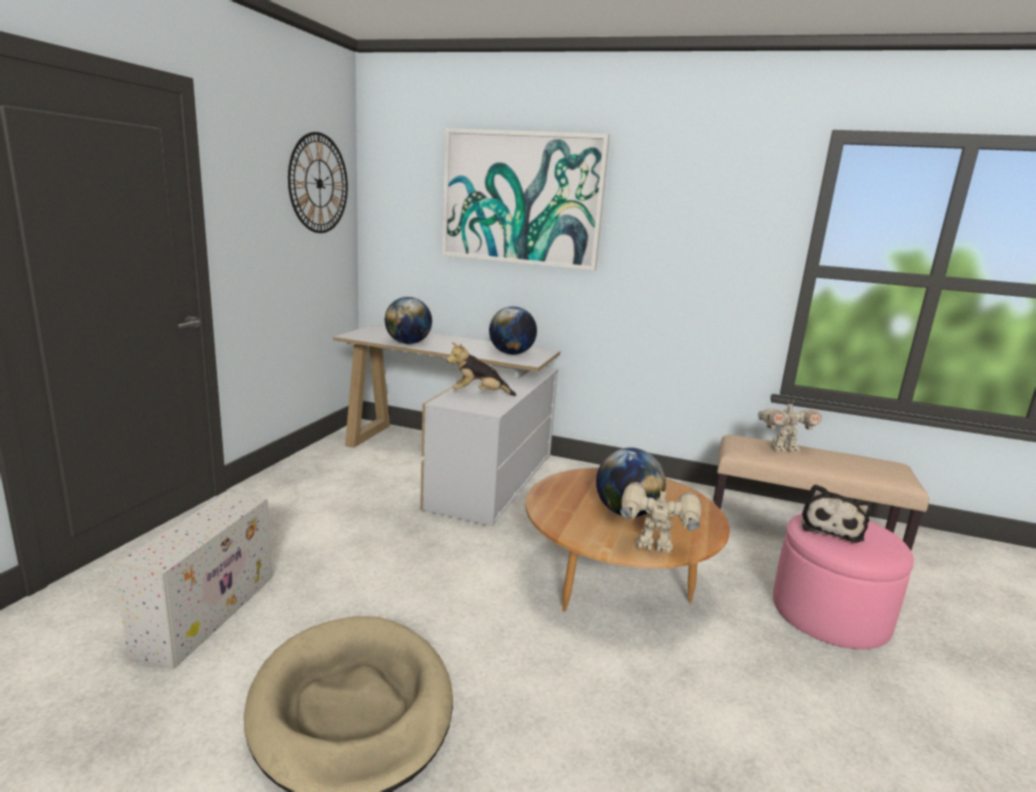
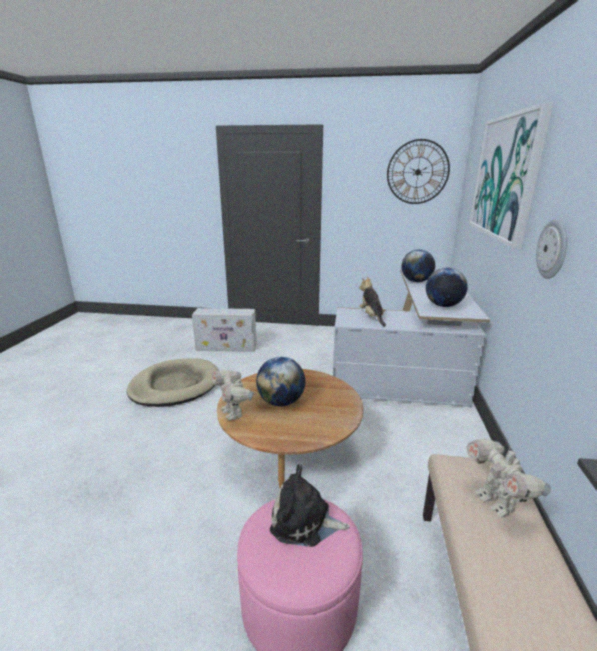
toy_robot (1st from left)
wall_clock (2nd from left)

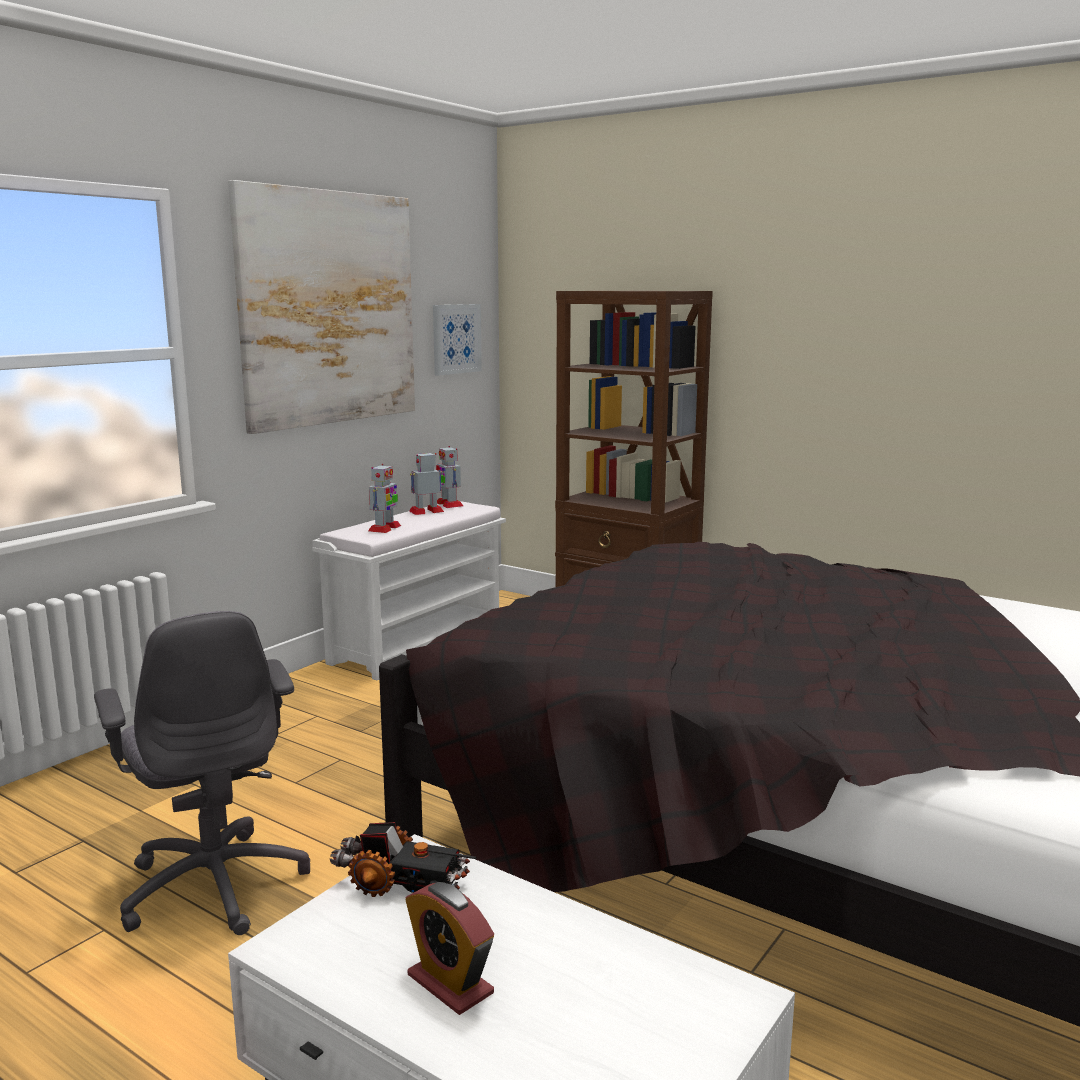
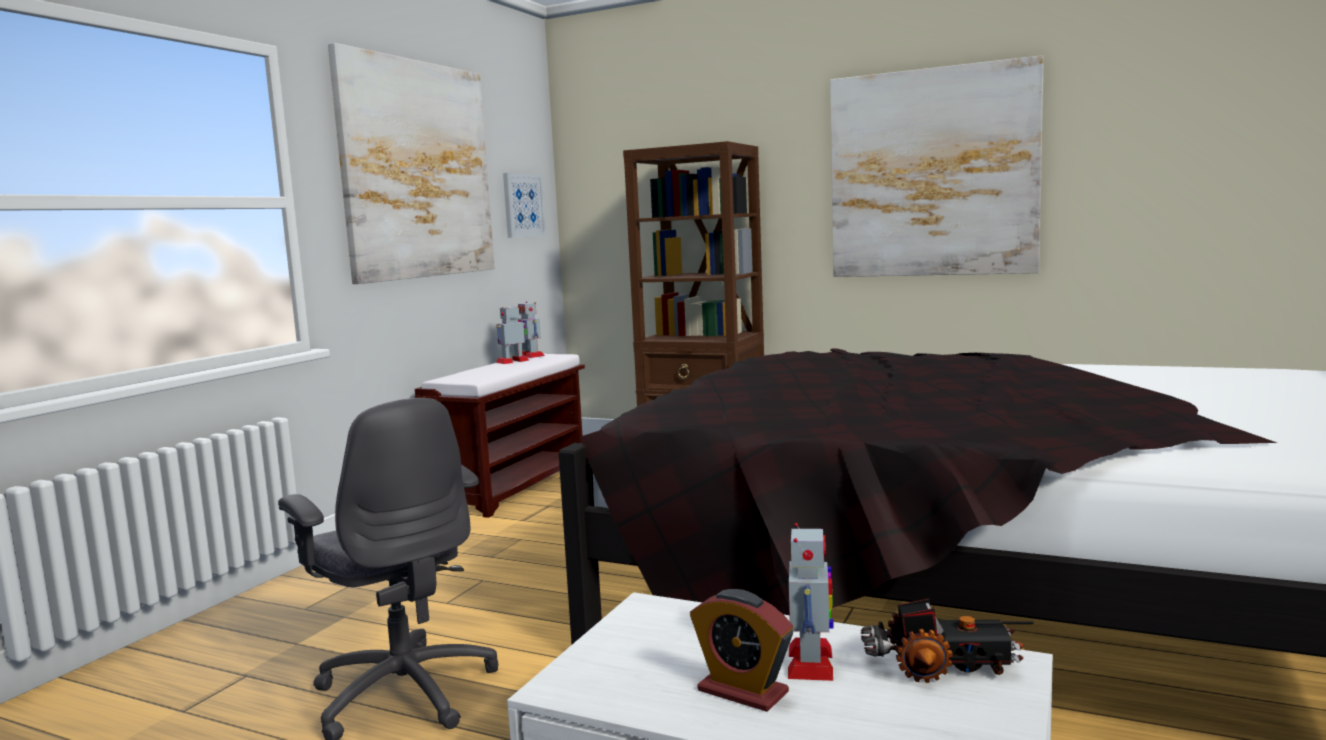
toy_robot (3rd from left)
brown_bench
toy_truck
picture (3rd from left)

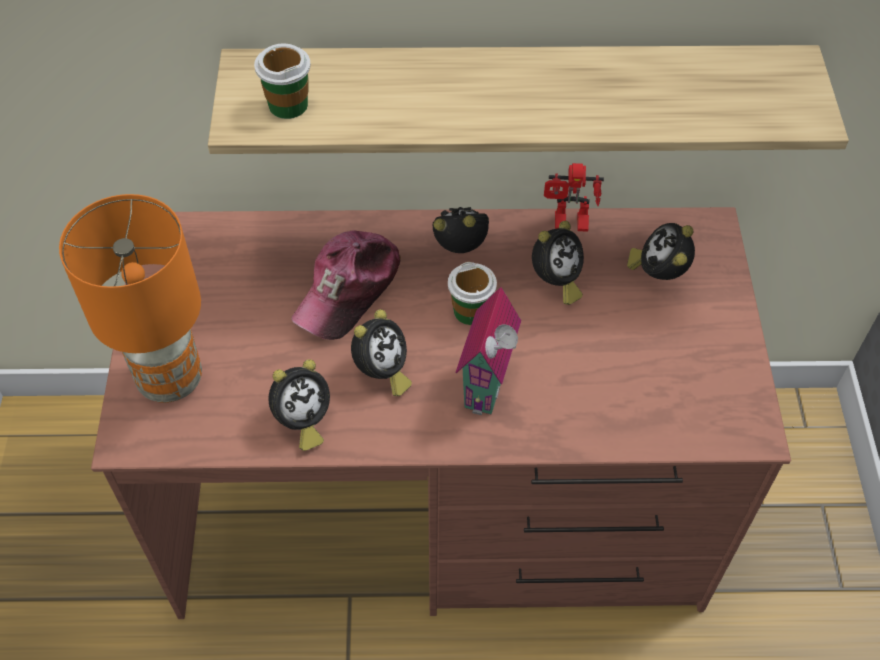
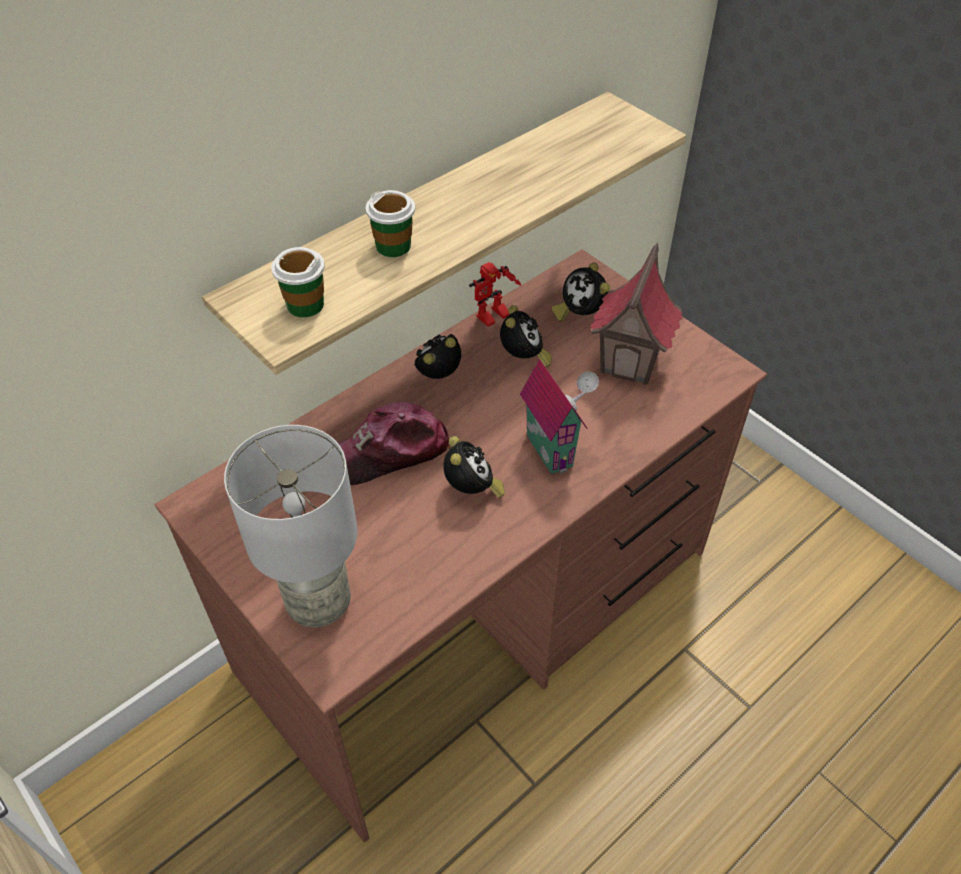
grey_table_lamp
cap
cup (2nd from left)
alarm_clock (1st from left in the first image)
toy_house (2nd from left)

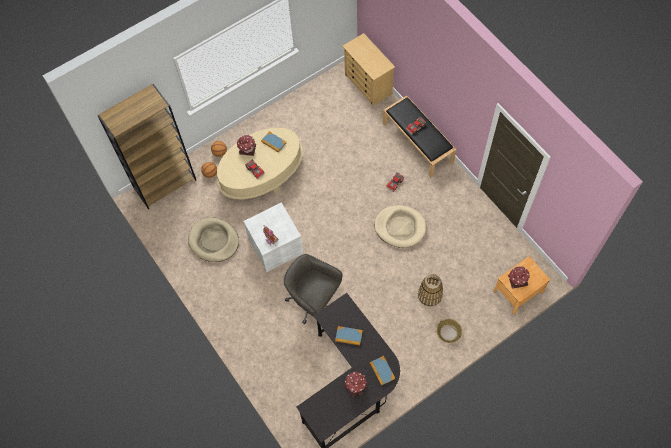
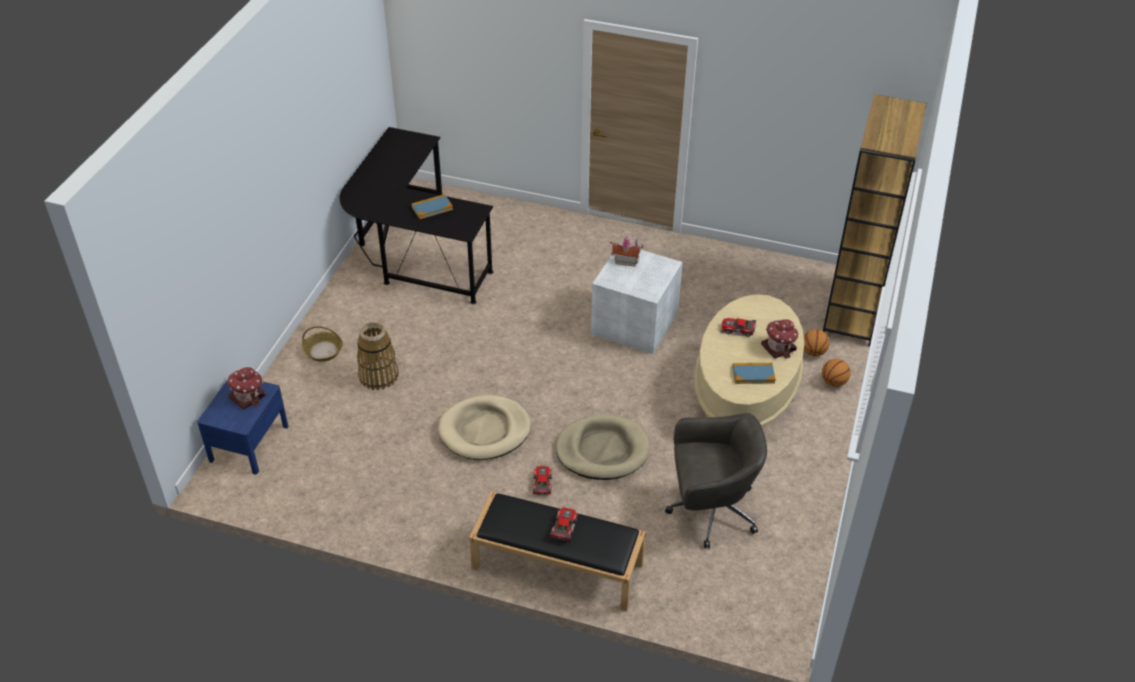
beige_dresser
beige_dog_bed (2nd from left)
grey_office_chair
blue_nightstand
book (3rd from left in the first image)
toy_house (3rd from left in the first image)

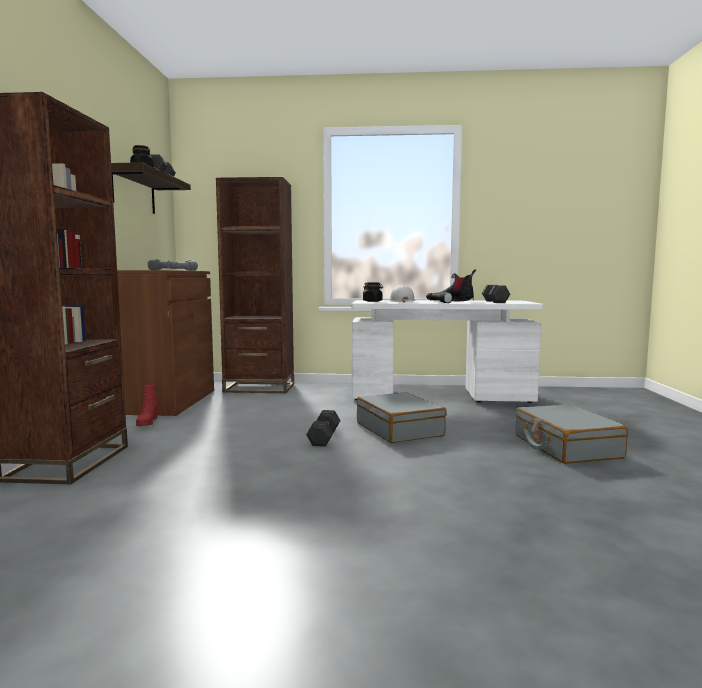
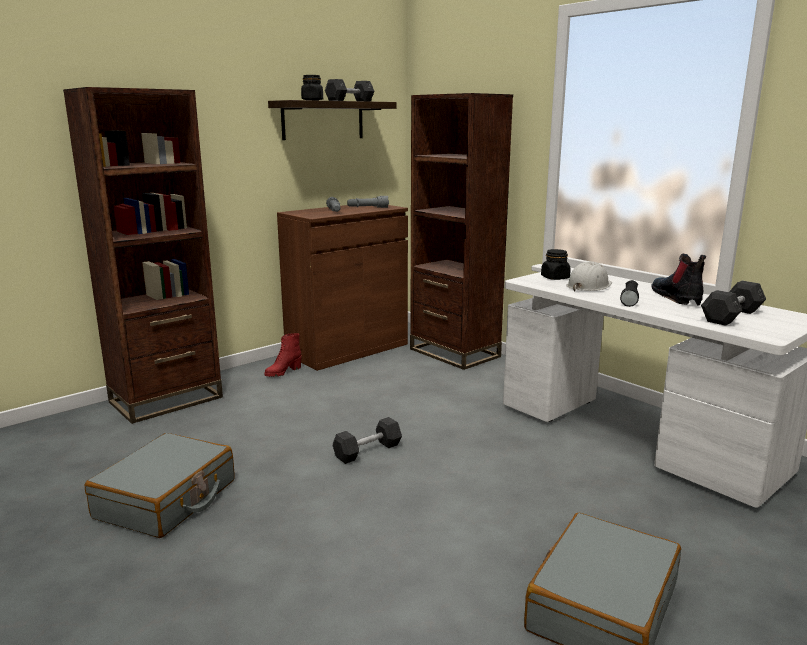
grey_suitcase (1st from left)

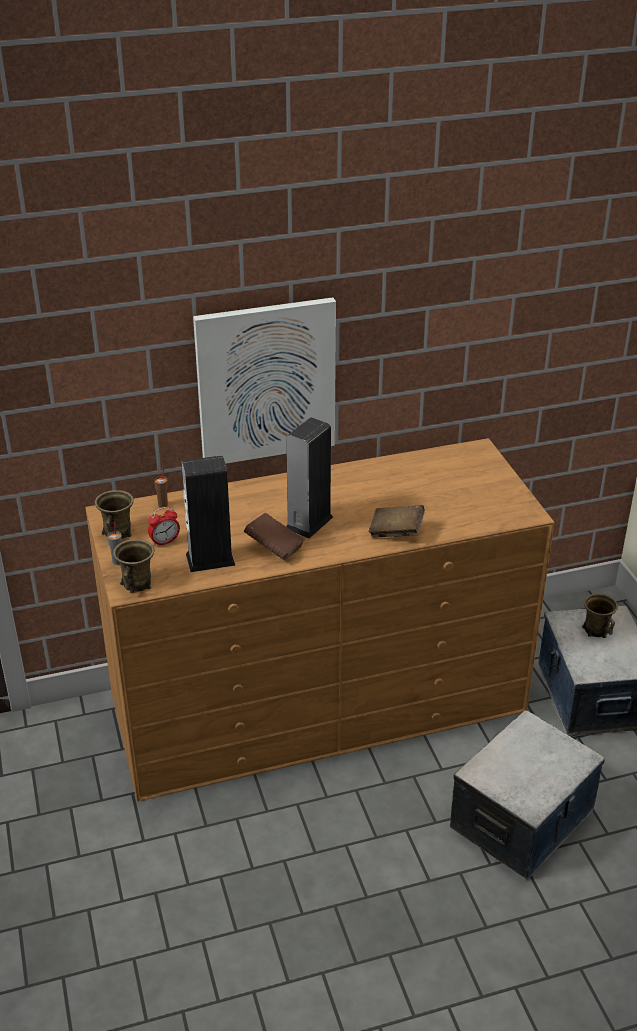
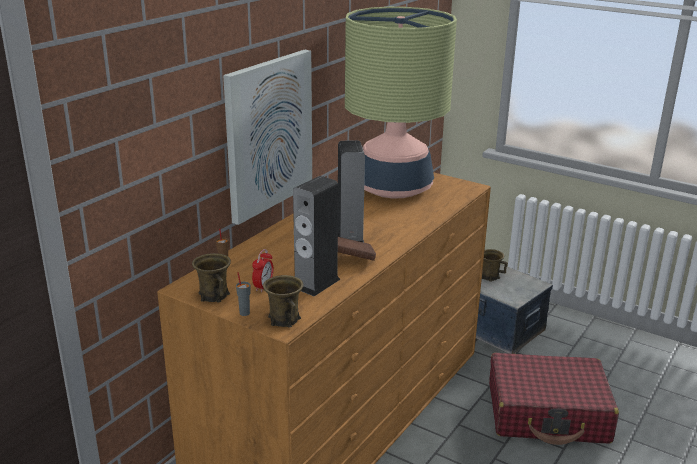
brown_book (2nd from left in the first image)
red_suitcase
table_lamp

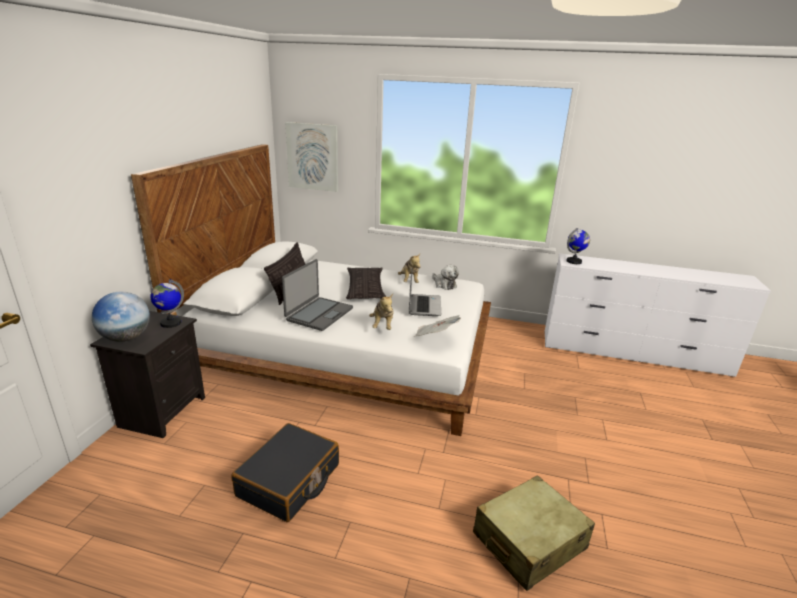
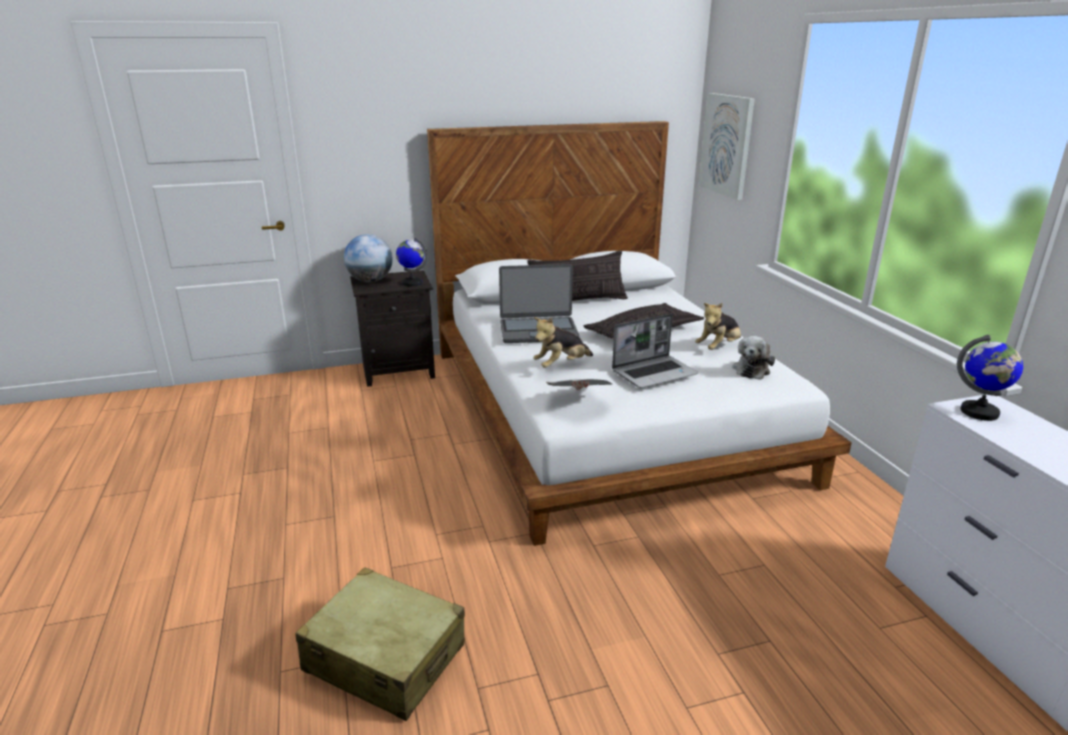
black_suitcase

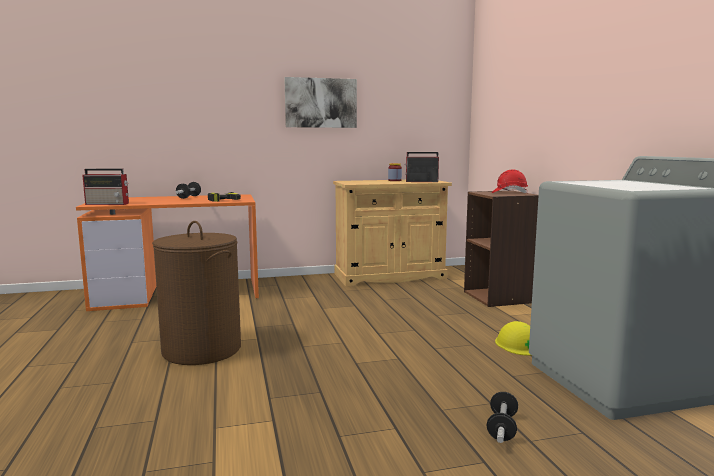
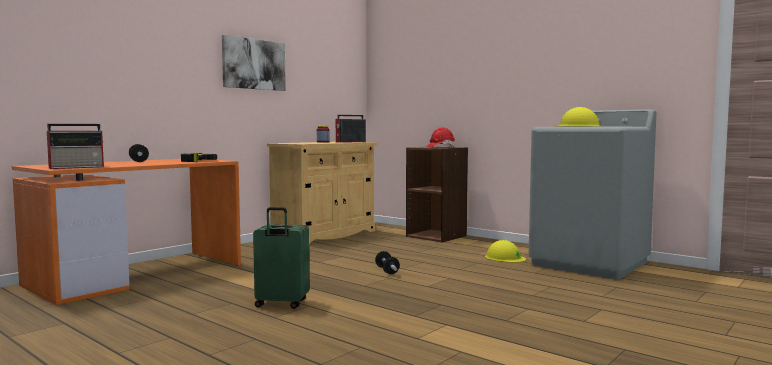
green_suitcase
dumbbell (2nd from left)
yellow_hard_hat (2nd from left)

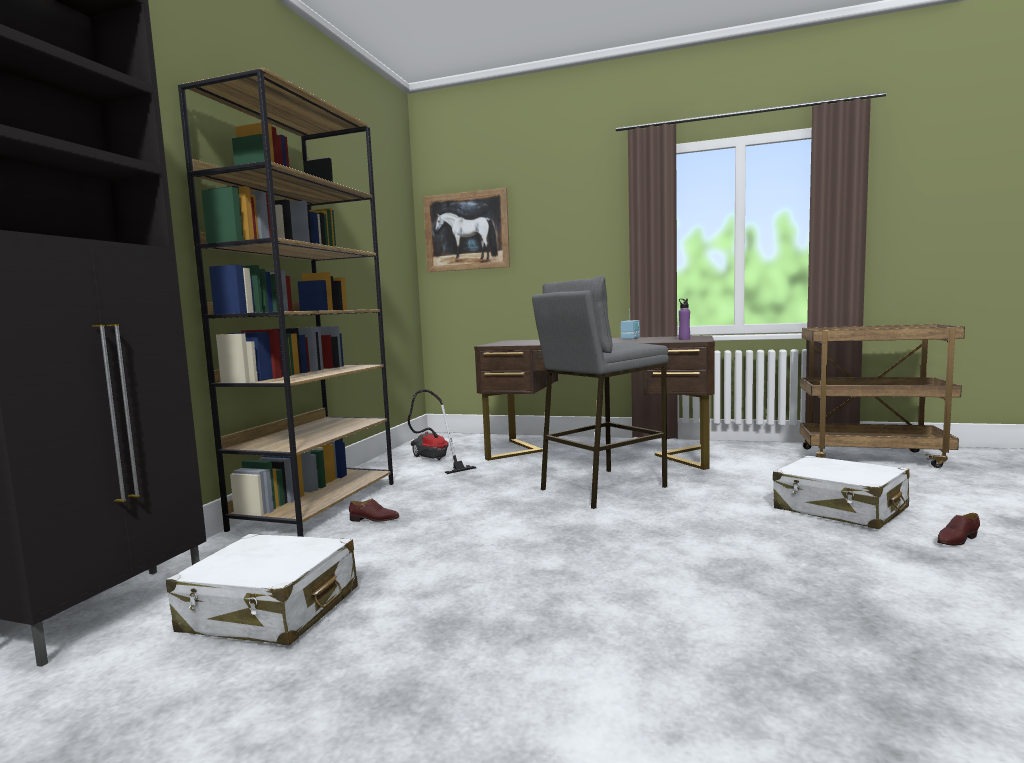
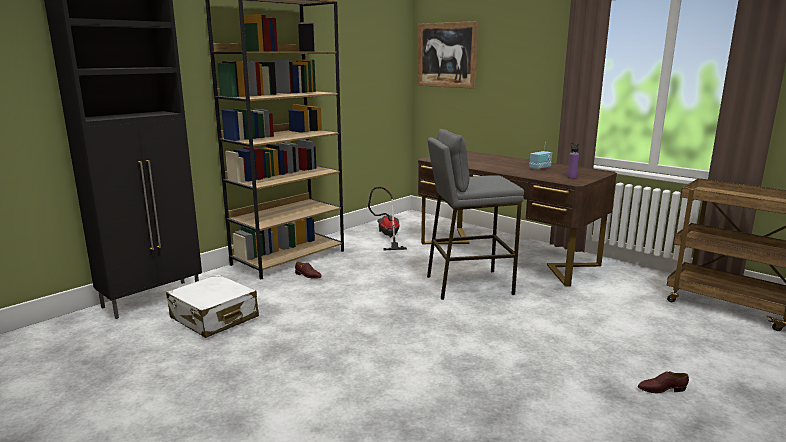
white_suitcase (2nd from left in the first image)

